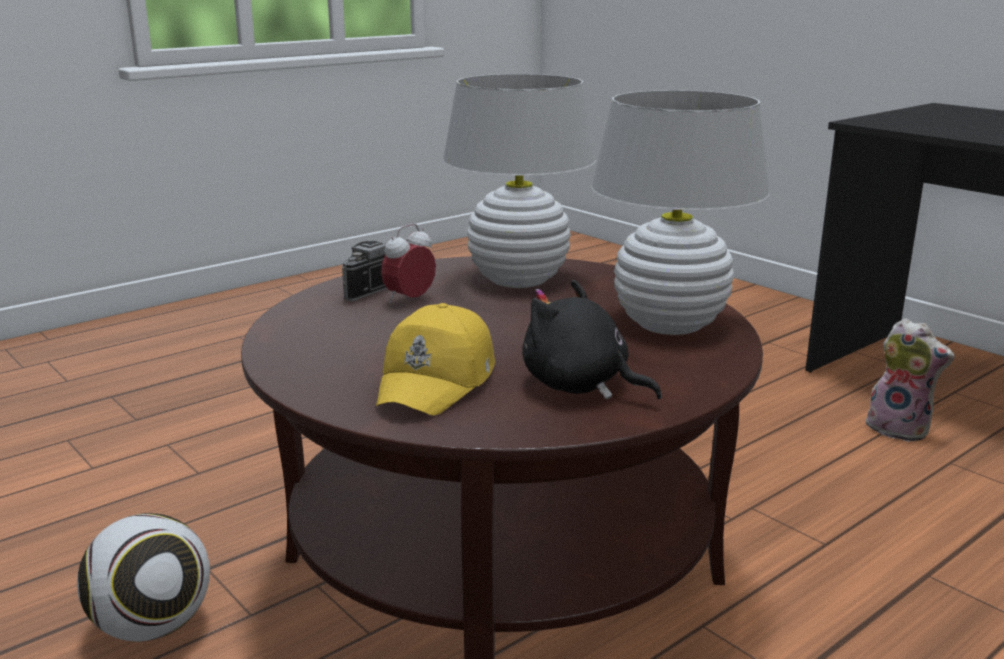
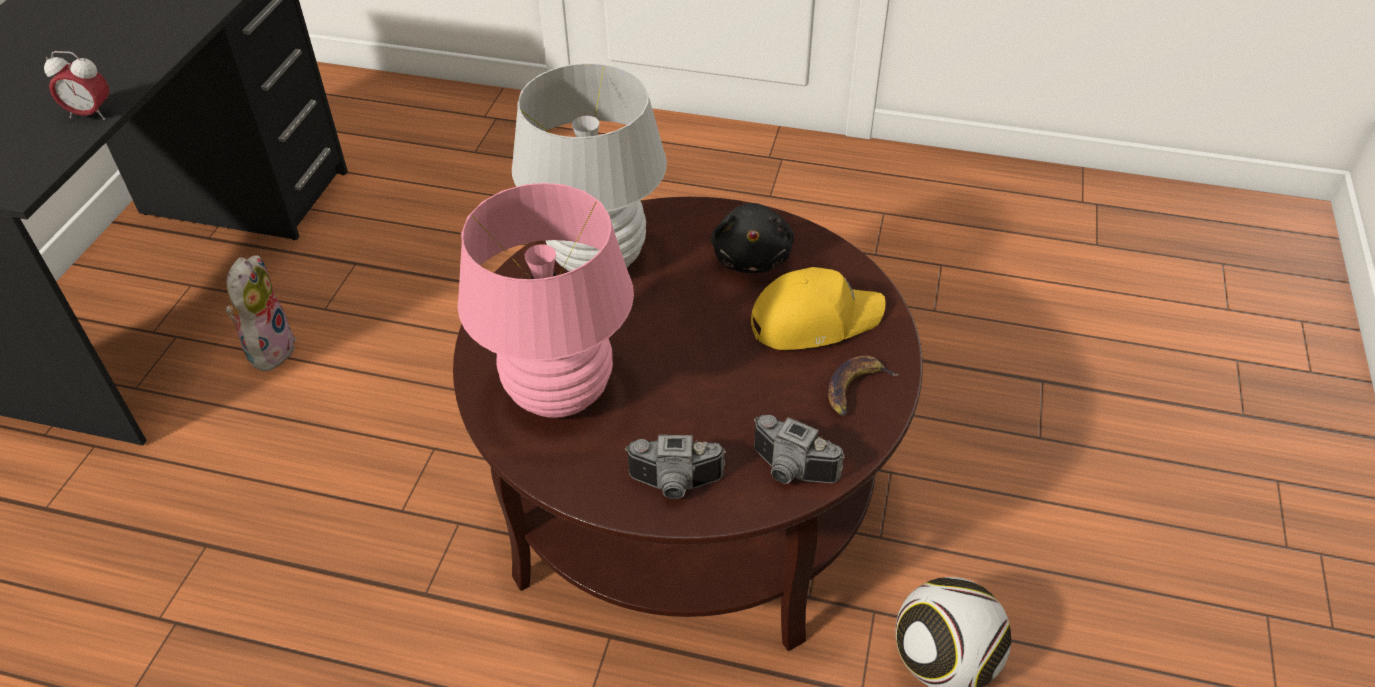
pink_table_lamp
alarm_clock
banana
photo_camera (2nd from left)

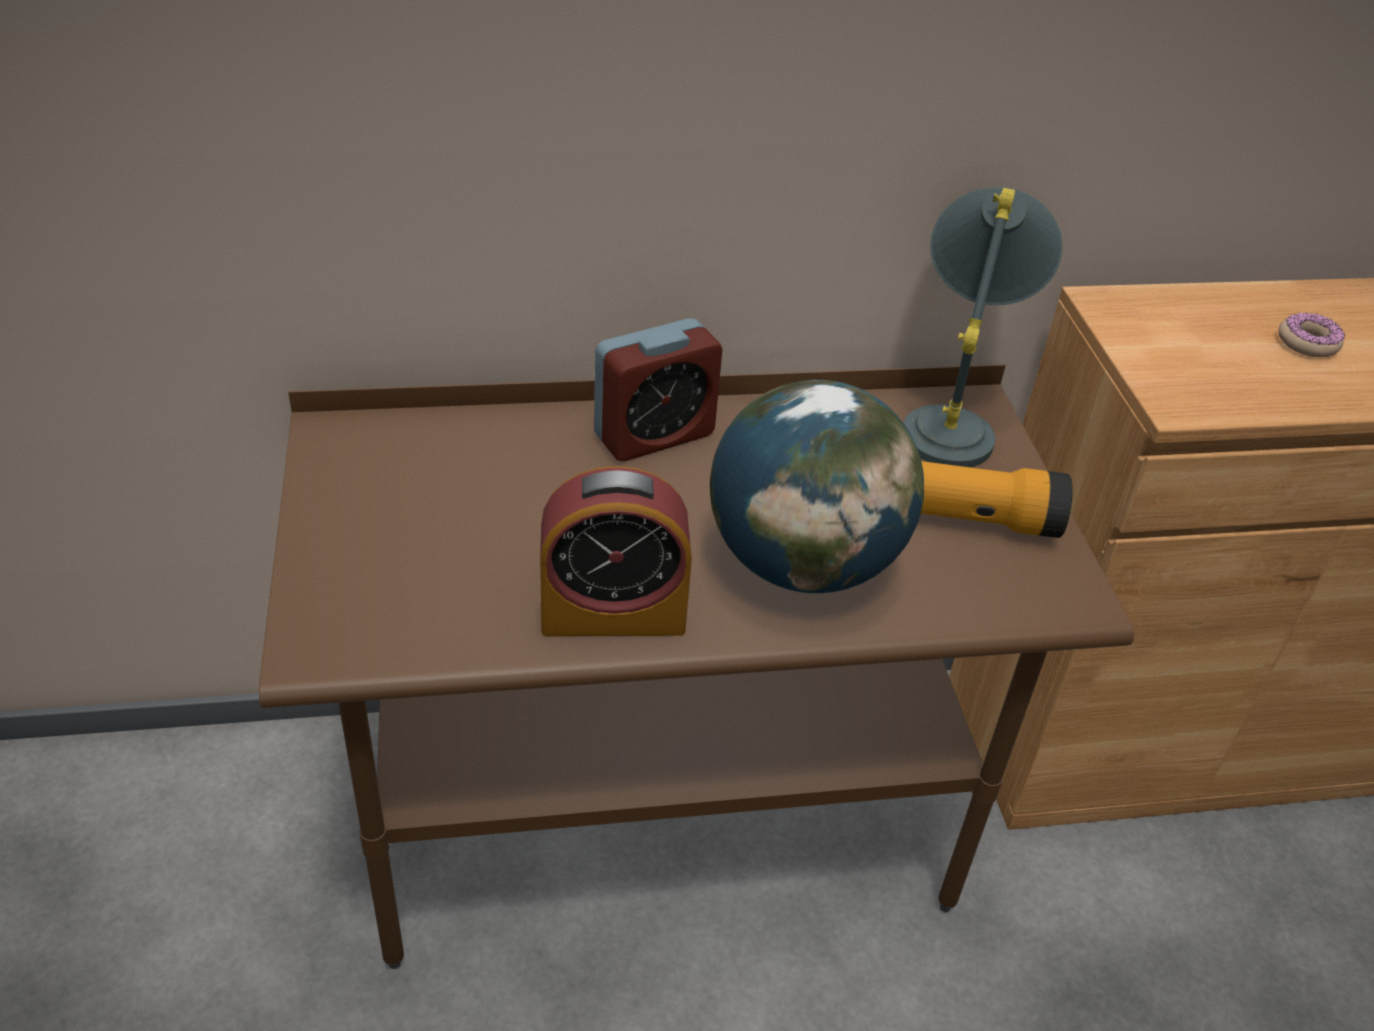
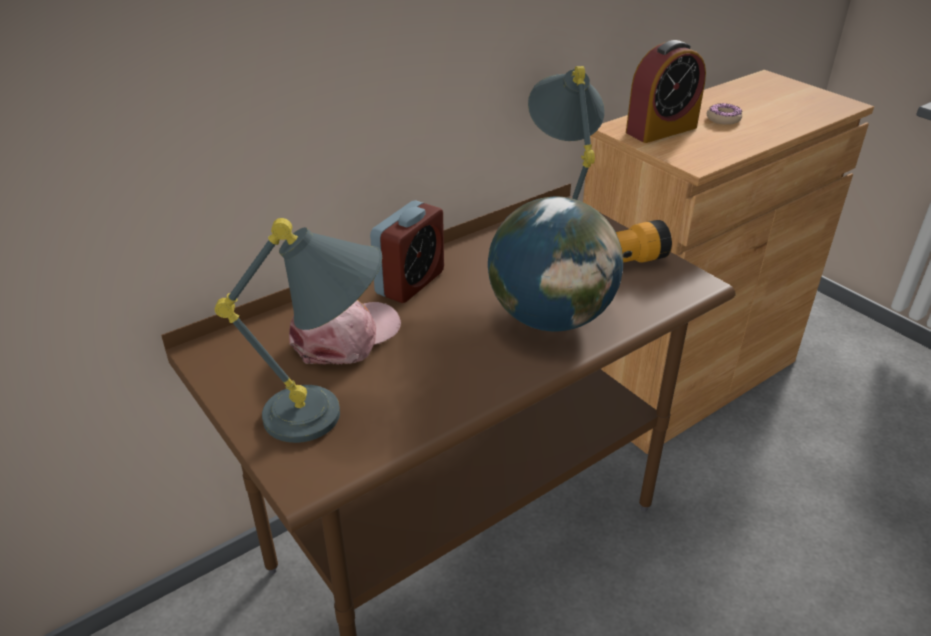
alarm_clock (2nd from left)
grey_table_lamp (1st from left)
pink_cap

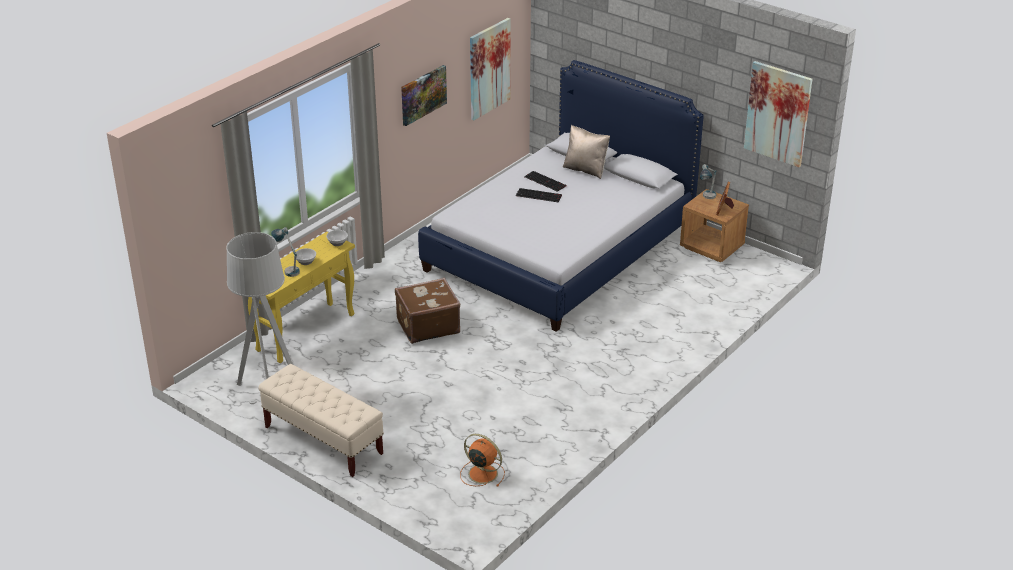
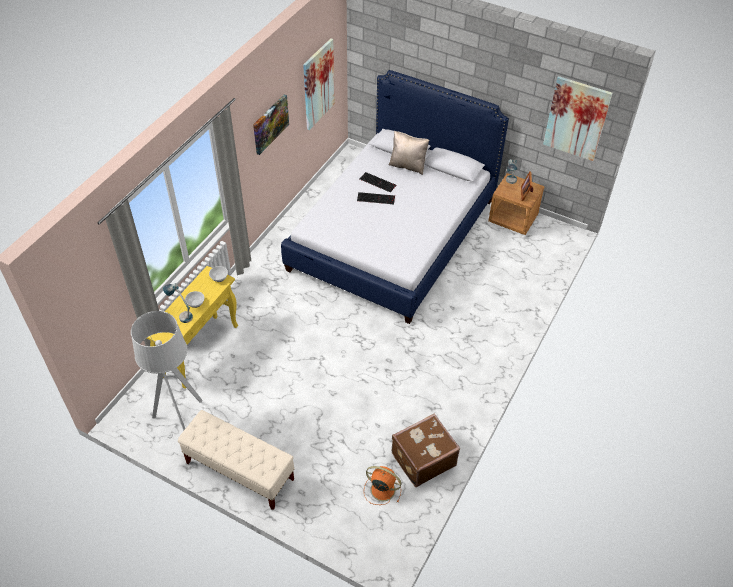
brown_suitcase

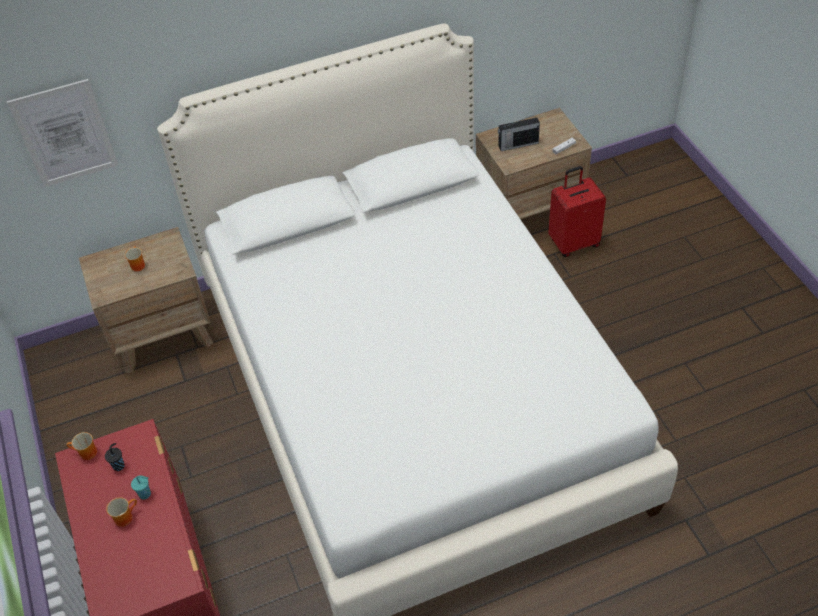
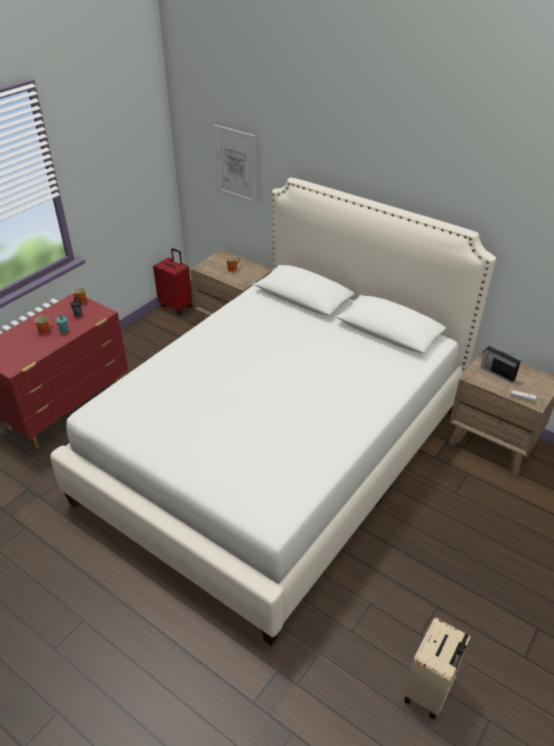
red_suitcase
beige_suitcase

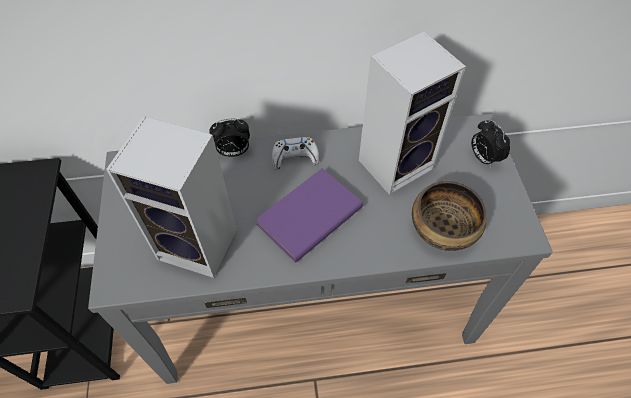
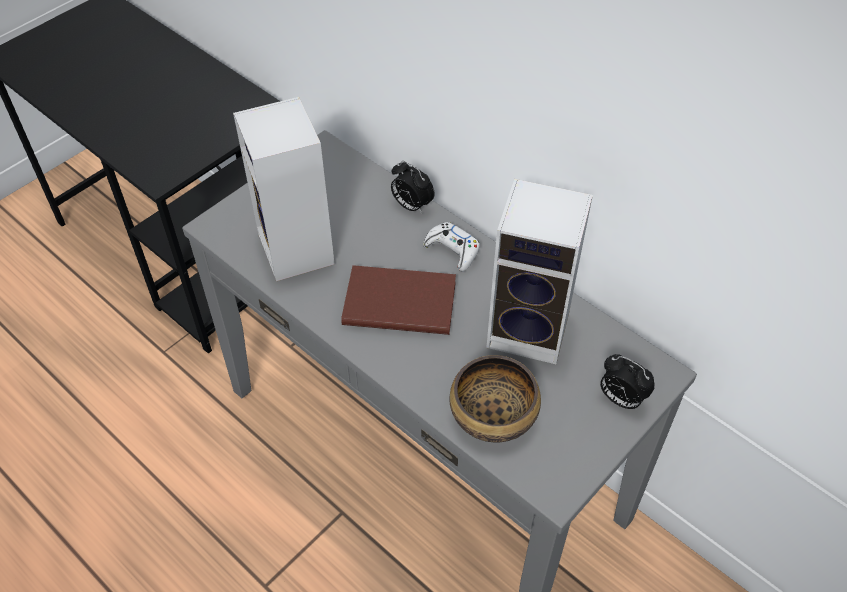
alarm_clock (2nd from left)
brown_book

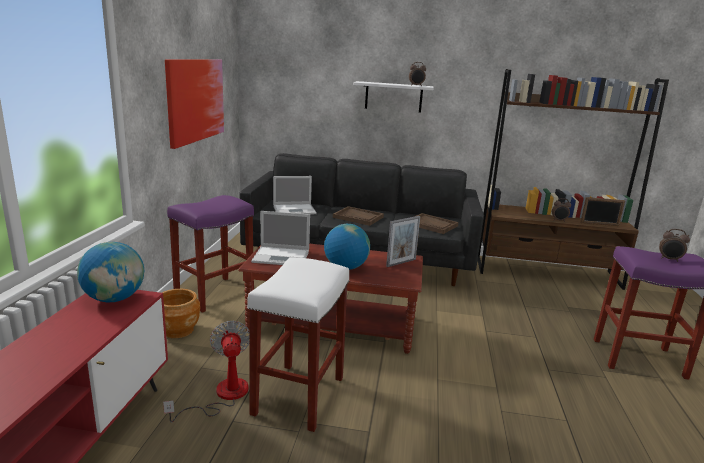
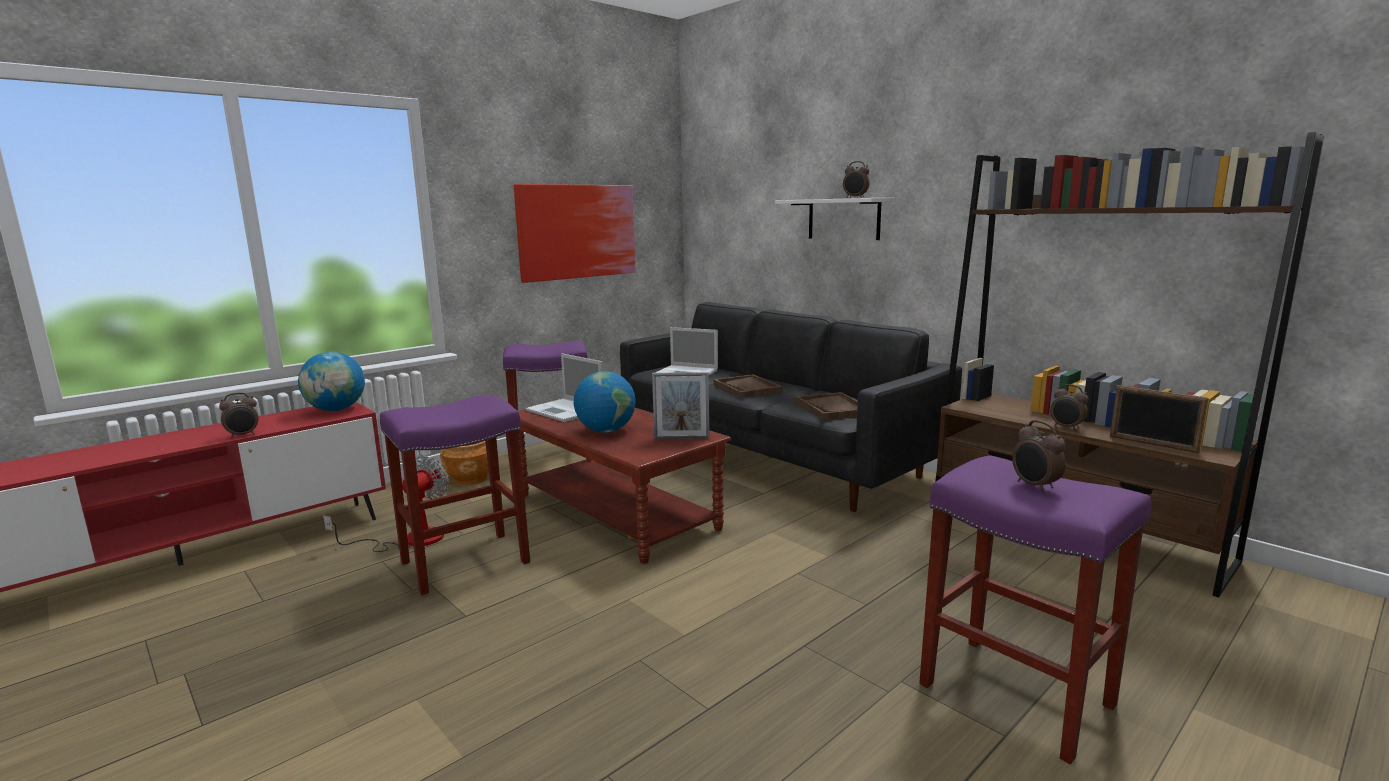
purple_stool (1st from left)
alarm_clock (1st from left)

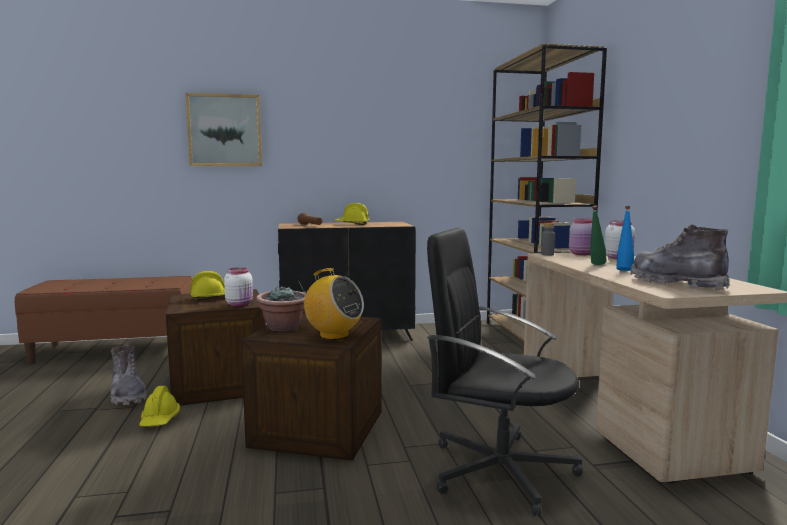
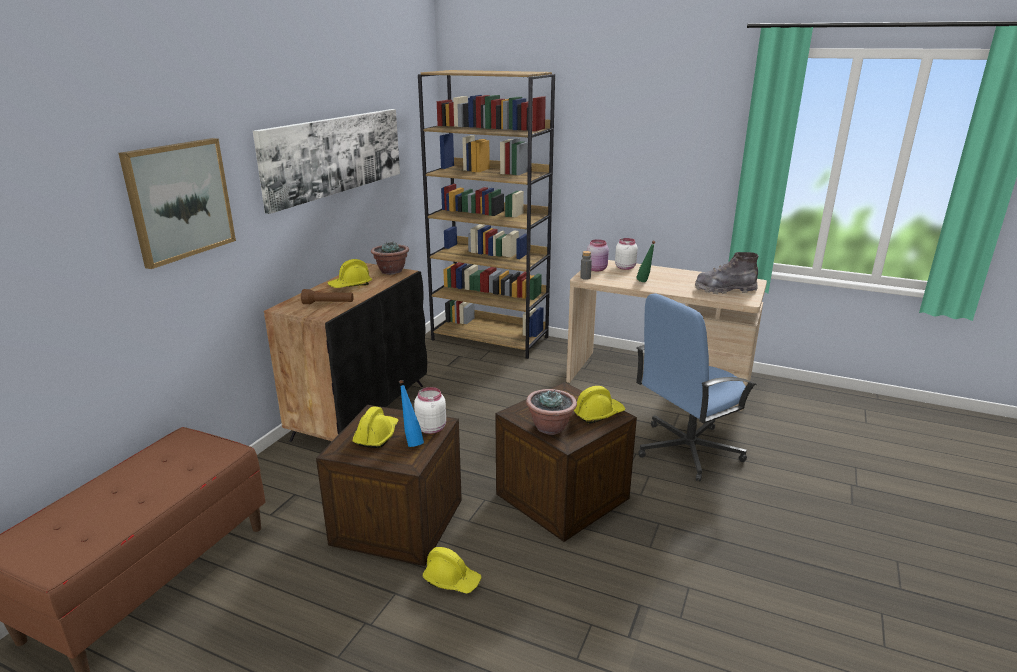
blue_bottle
blue_office_chair
yellow_hard_hat (4th from left)
grey_boot (1st from left in the first image)
picture (2nd from left)
potted_plant (1st from left)

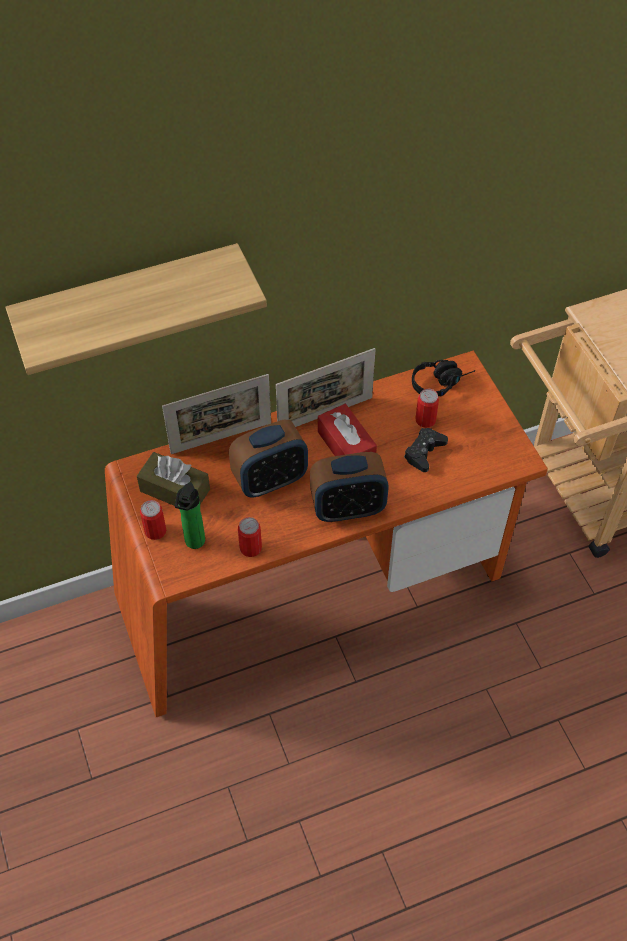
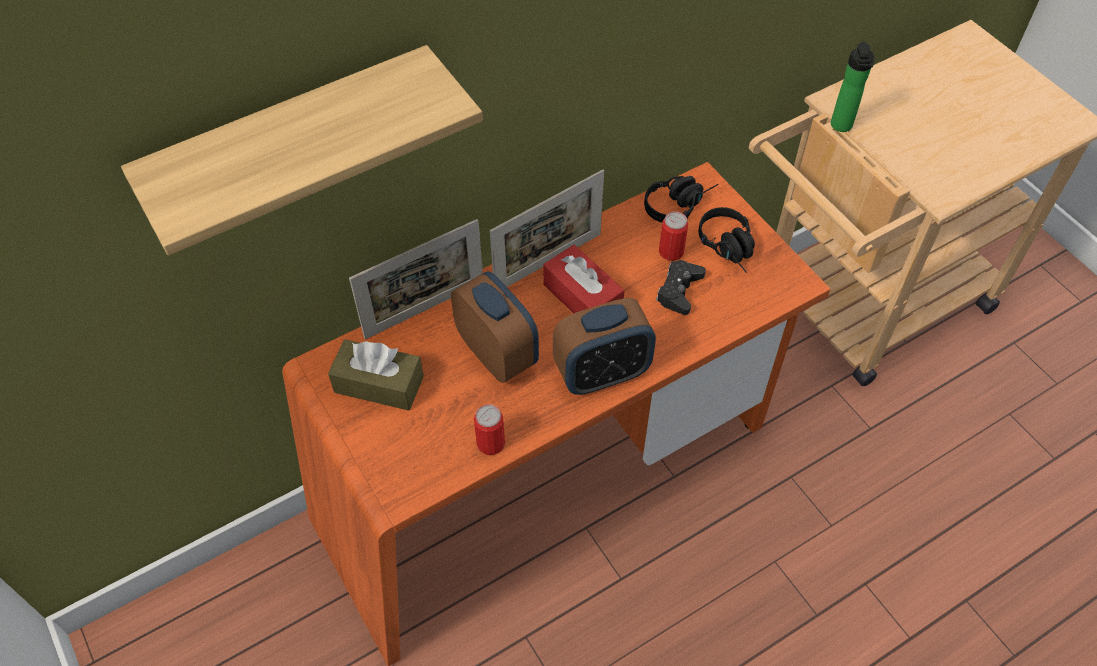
alarm_clock (1st from left)
bottle
can (1st from left in the first image)
black_headphones (2nd from left)

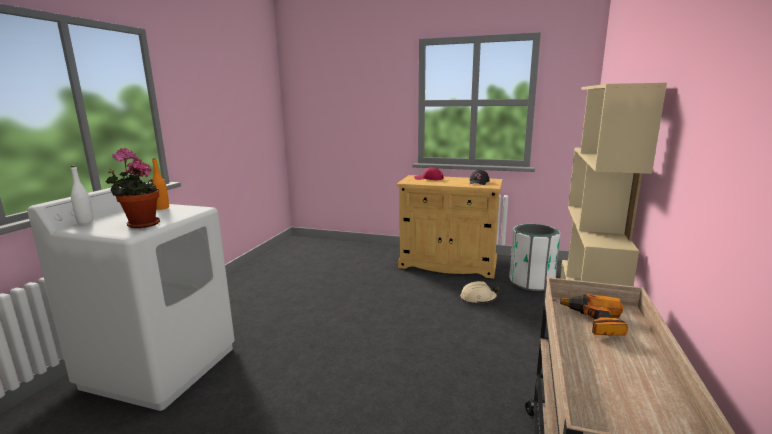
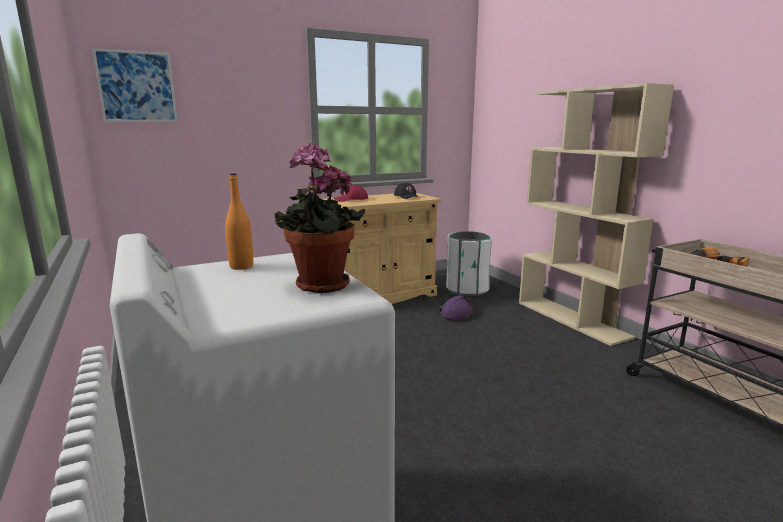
white_bottle
purple_hard_hat
picture

